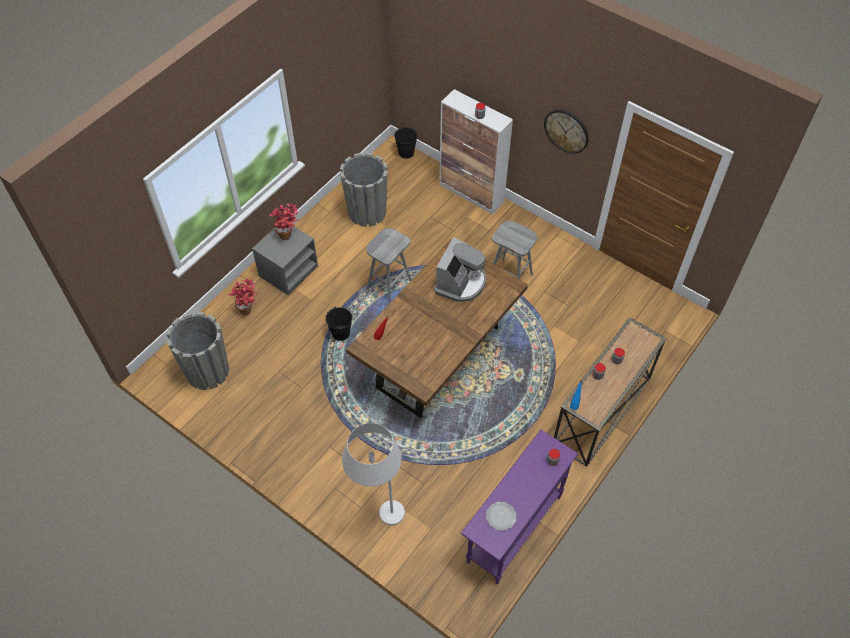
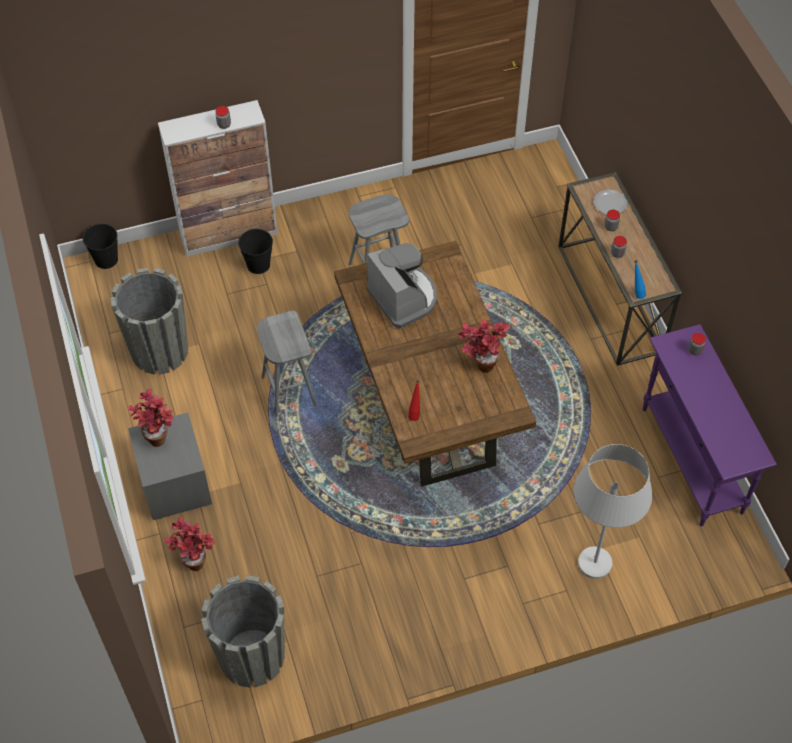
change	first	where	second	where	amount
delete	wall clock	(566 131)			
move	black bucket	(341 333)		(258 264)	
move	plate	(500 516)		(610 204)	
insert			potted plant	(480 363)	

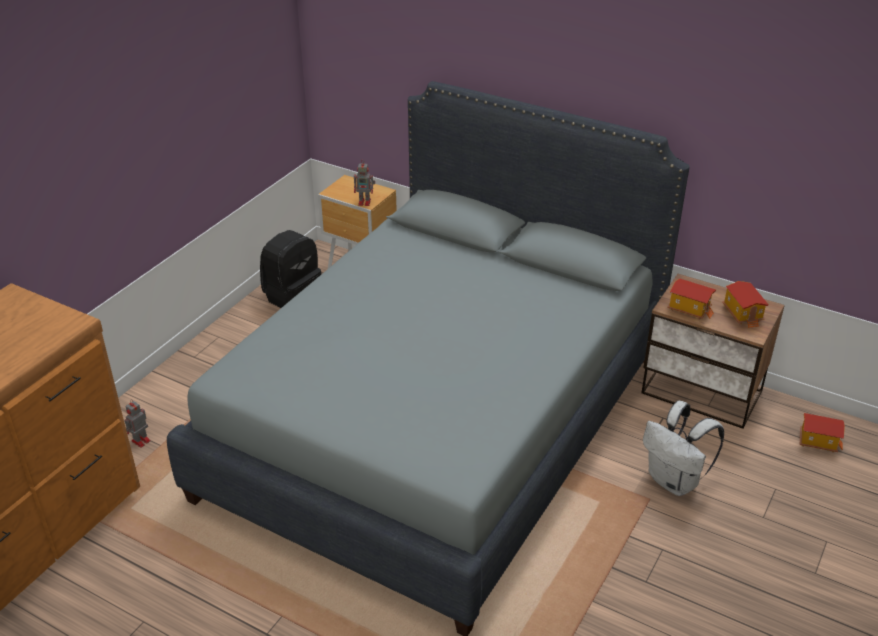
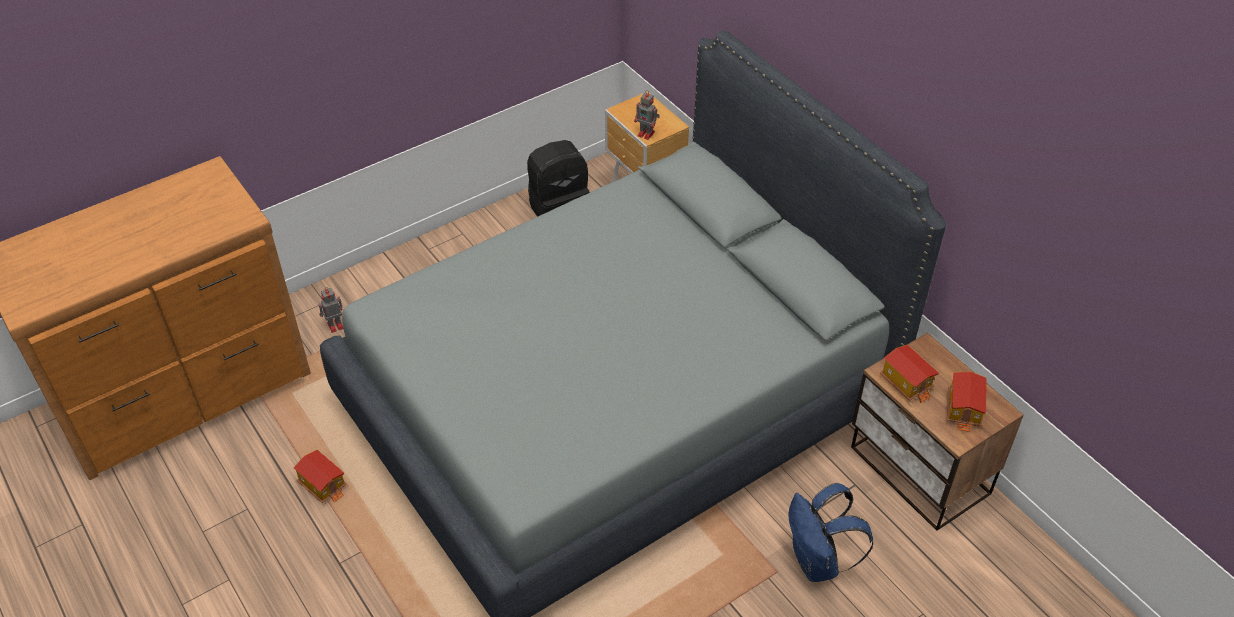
change	first	where	second	where	amount
recolor	white backpack	(675 481)	blue backpack	(818 562)	
move	toy house	(818 442)		(323 485)	

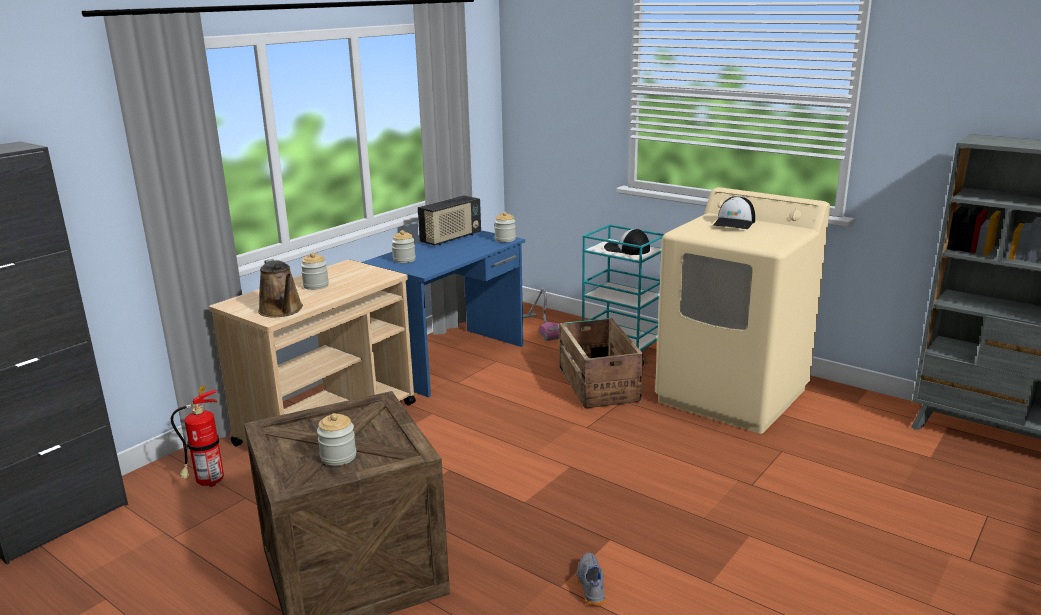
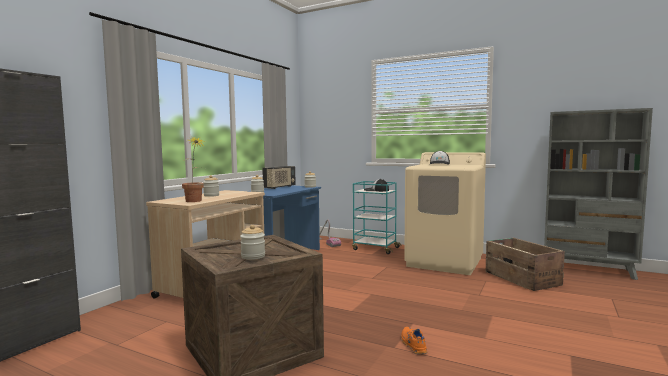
change	first	where	second	where	amount
replace	brown watering can	(282 311)	potted plant	(195 201)	
move	crate	(598 384)		(521 278)	
delete	fire extinguisher	(207 483)			
recolor	grey shoe	(590 585)	orange shoe	(412 345)	

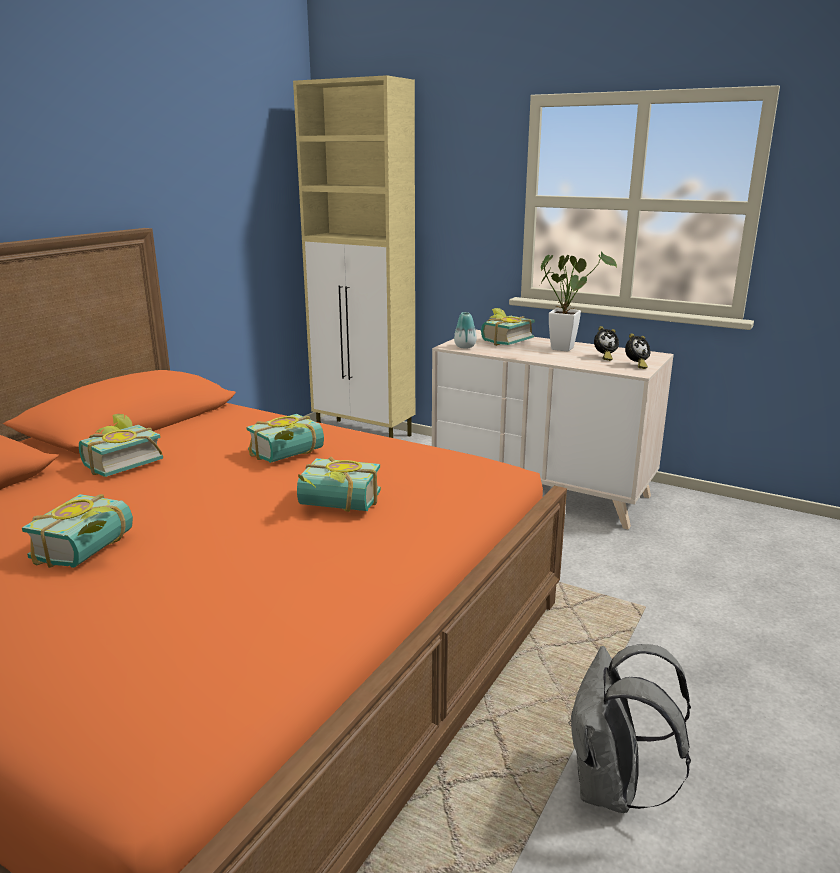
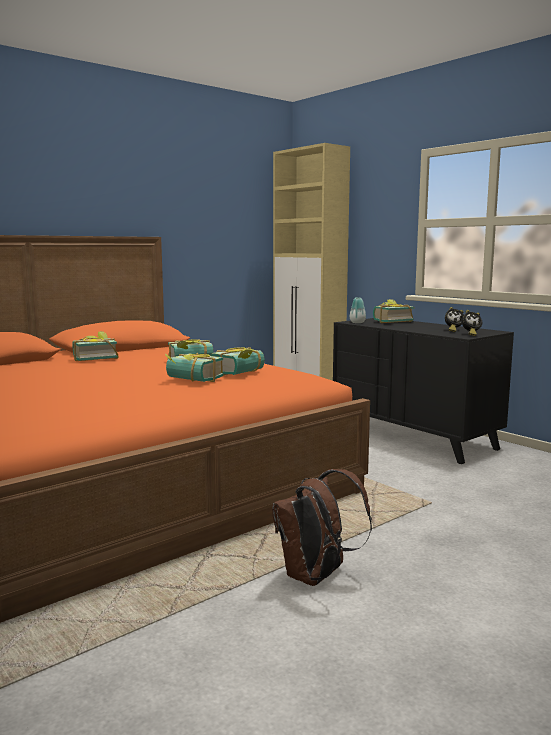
change	first	where	second	where	amount
delete	potted plant	(564 347)			
recolor	beige dresser	(543 490)	black dresser	(414 437)	
move	book	(91 550)		(242 373)	
recolor	grey backpack	(612 789)	brown backpack	(316 577)	

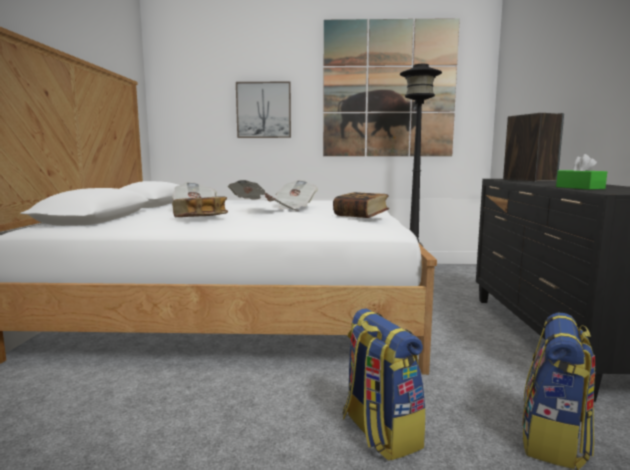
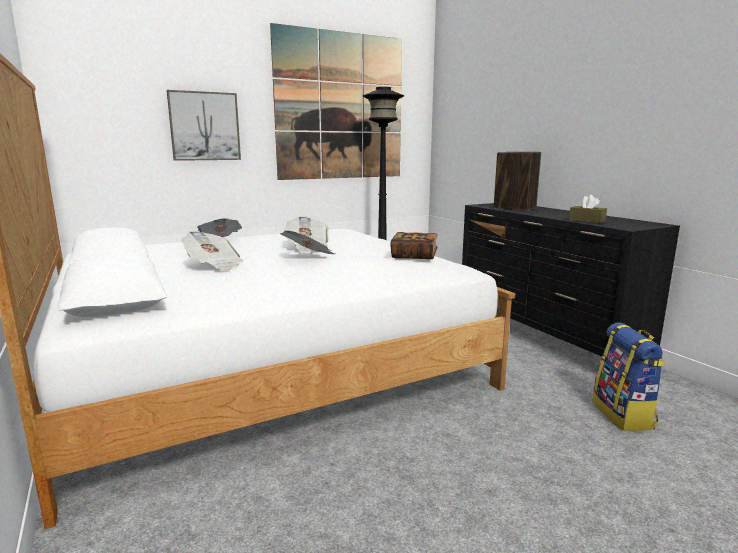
change	first	where	second	where	amount
recolor	green tissue box	(579 188)	brown tissue box	(587 221)	
delete	book	(200 218)			
delete	backpack	(379 432)			

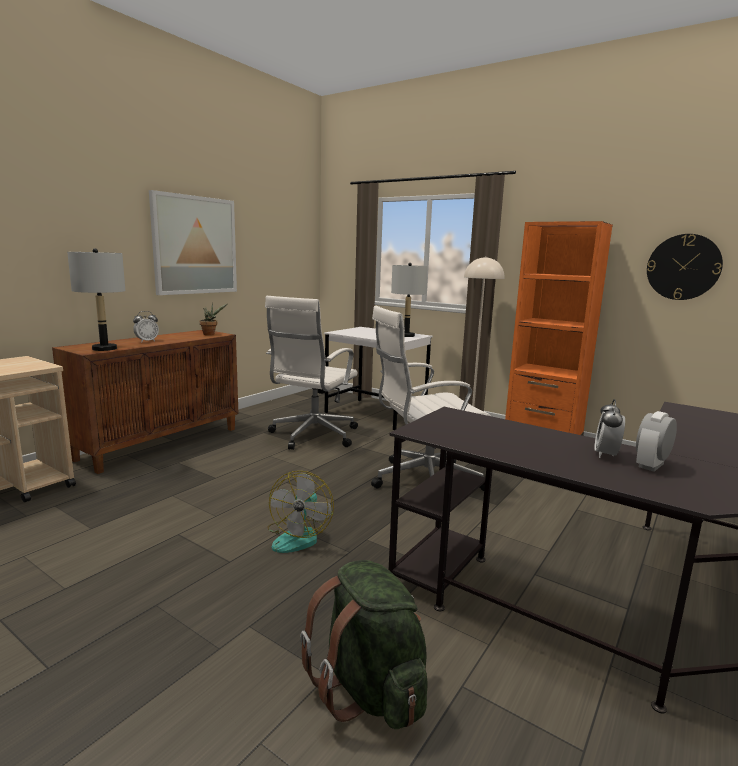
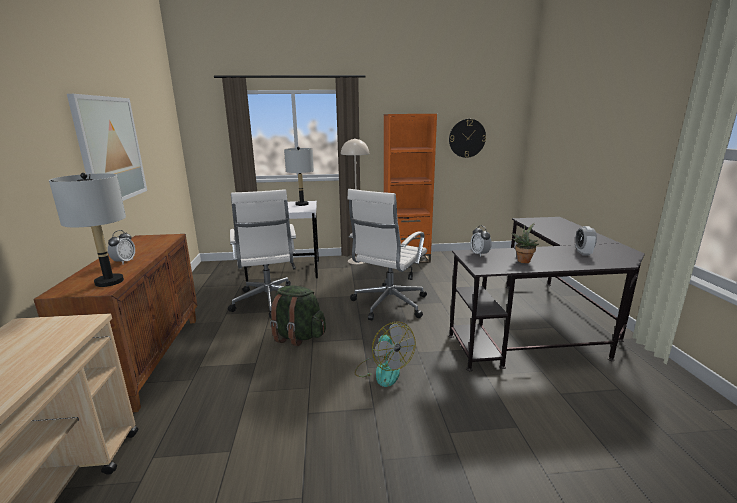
change	first	where	second	where	amount
move	potted plant	(210 334)		(523 260)	
move	alarm clock	(606 455)		(479 254)	
move	green backpack	(369 688)		(297 336)	

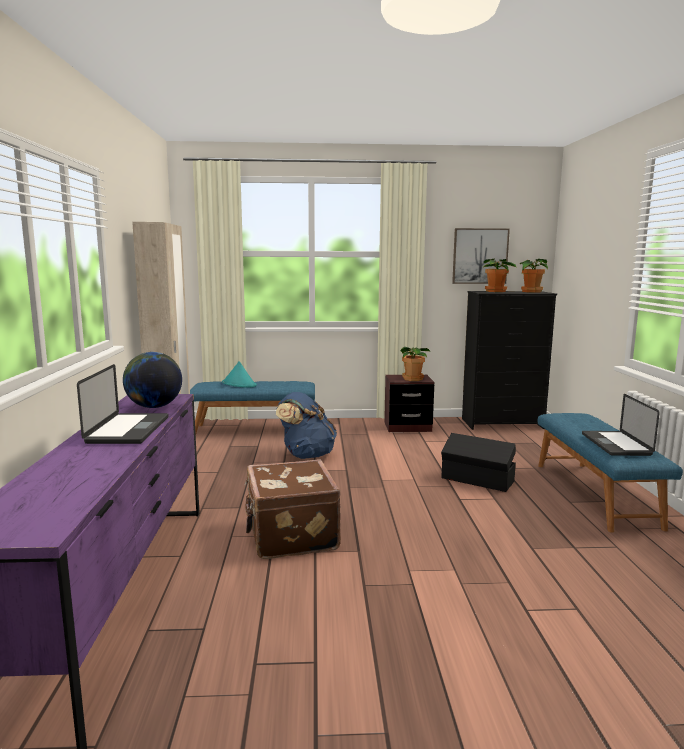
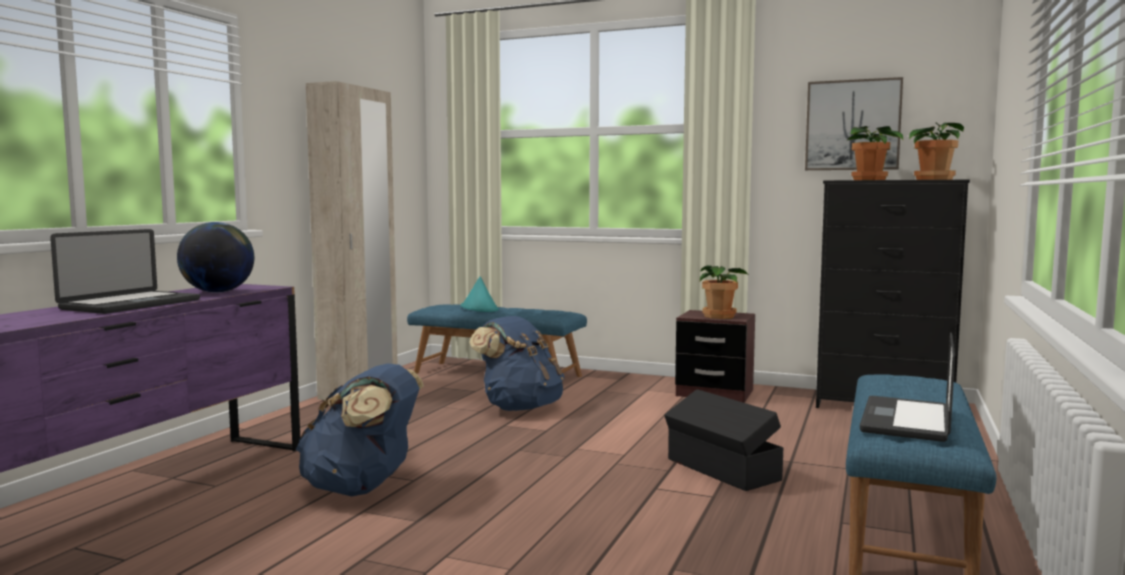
change	first	where	second	where	amount
replace	brown suitcase	(290 535)	blue backpack	(362 488)	

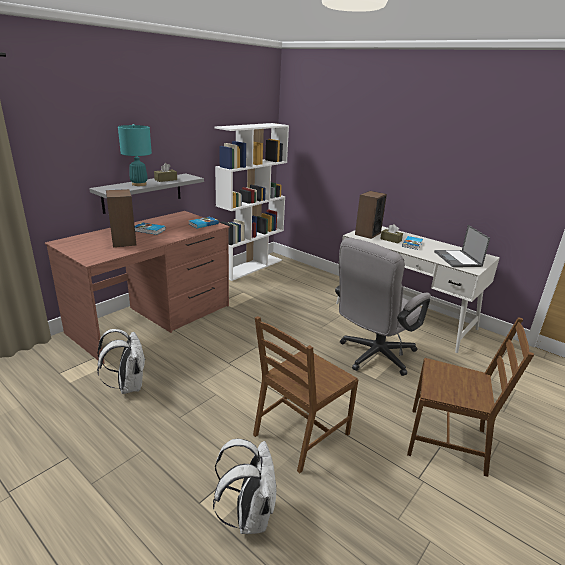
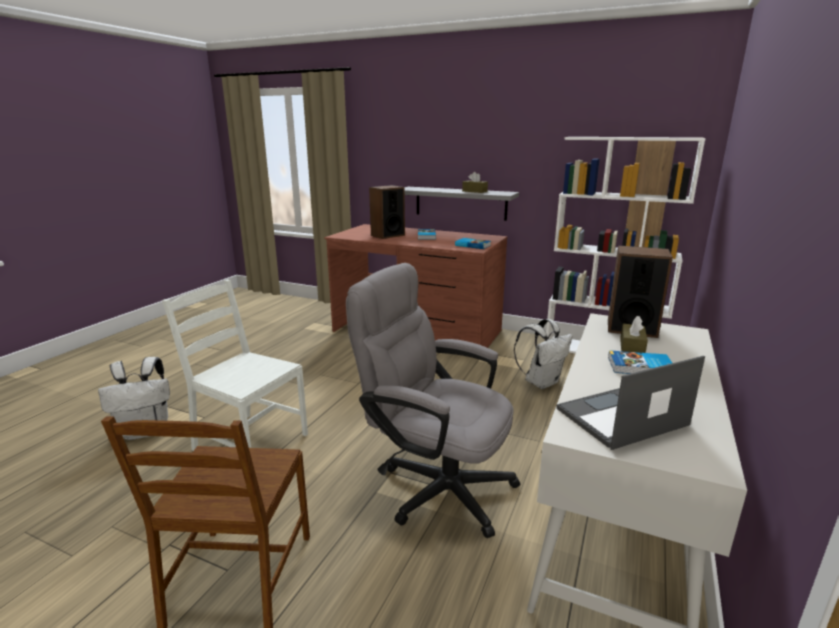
change	first	where	second	where	amount
delete	turquoise table lamp	(139 184)			
recolor	brown chair	(300 434)	white chair	(249 442)	
move	white backpack	(128 385)		(541 382)	

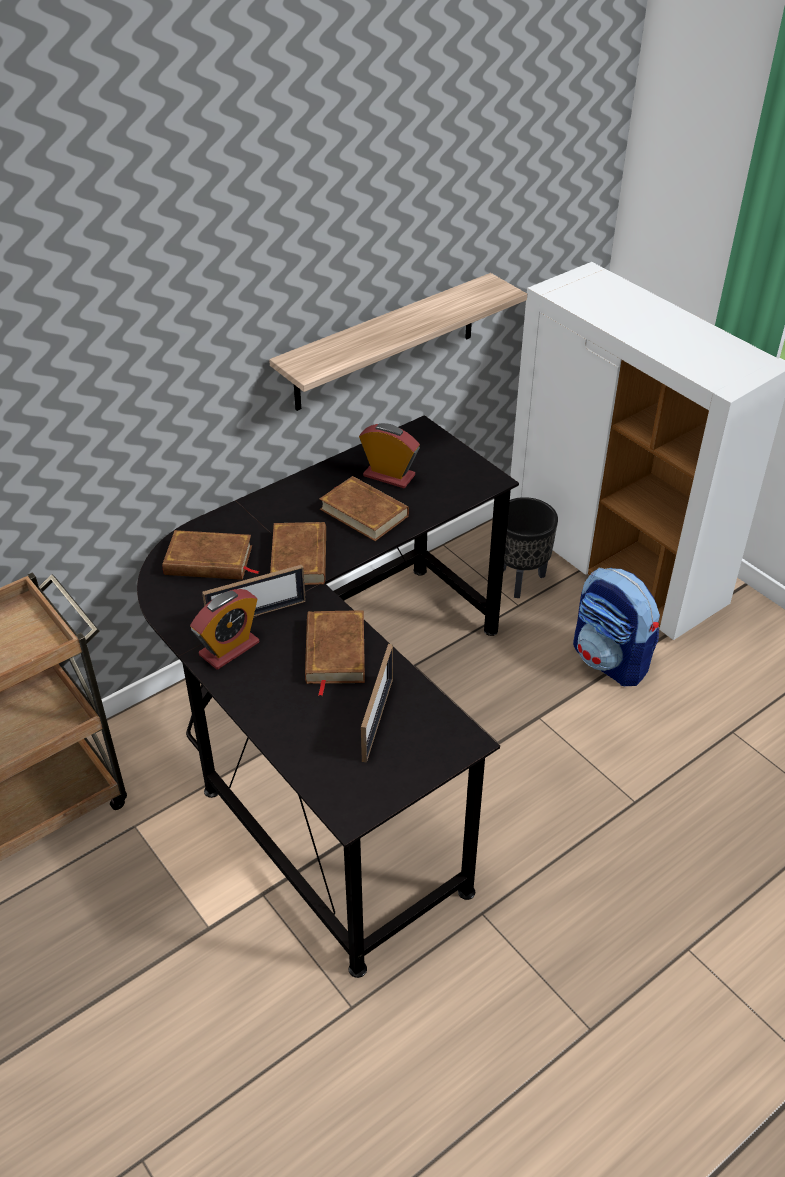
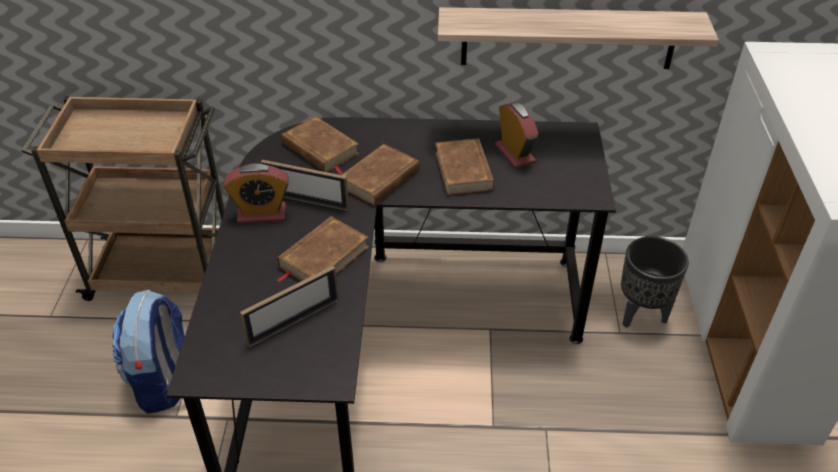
change	first	where	second	where	amount
move	backpack	(610 661)		(164 382)	

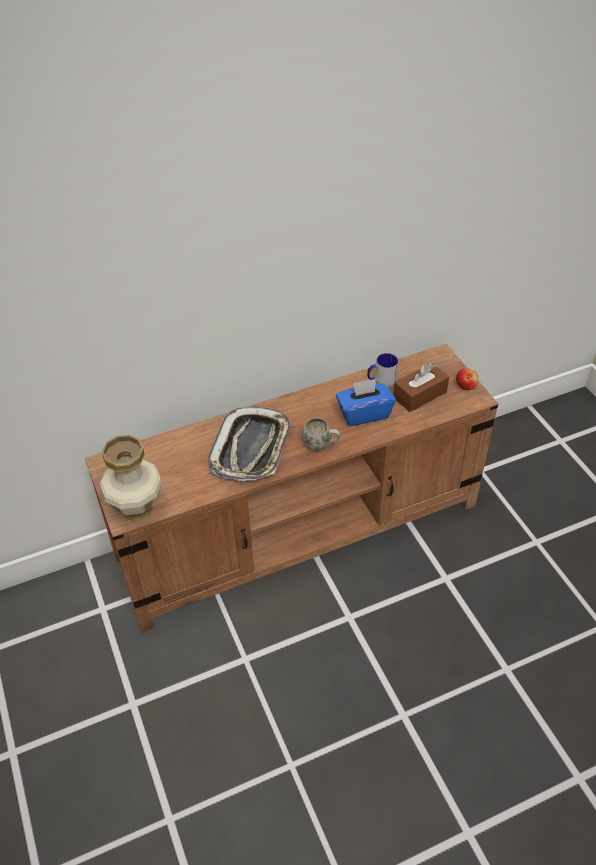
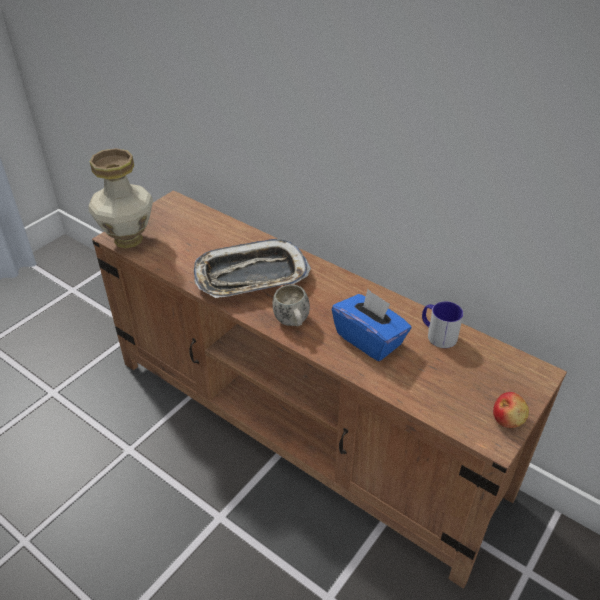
change	first	where	second	where	amount
delete	brown tissue box	(419 395)			

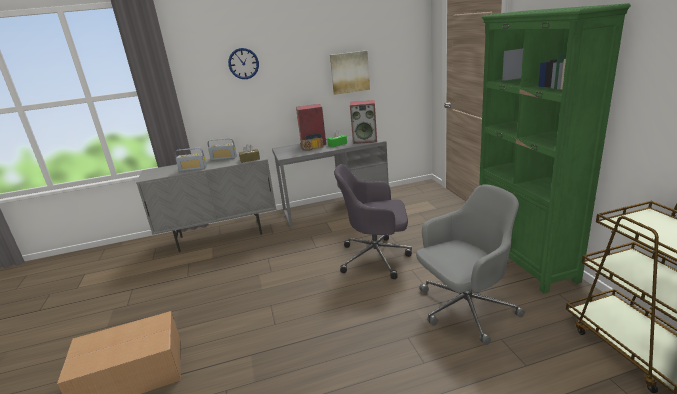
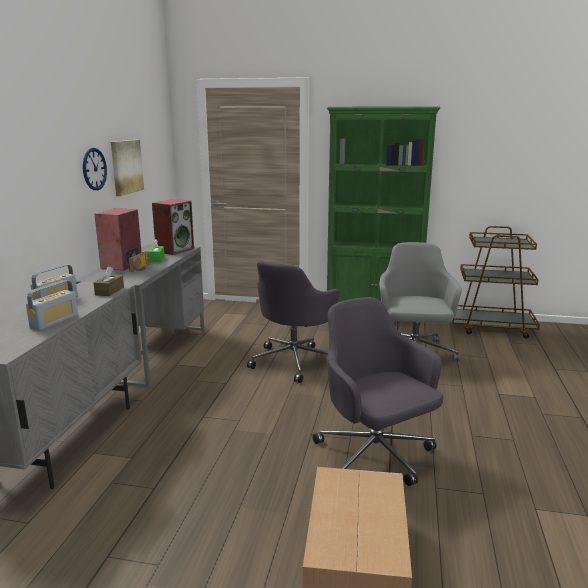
change	first	where	second	where	amount
move	wall clock	(243 63)		(94 169)	
insert			grey office chair	(375 457)	

